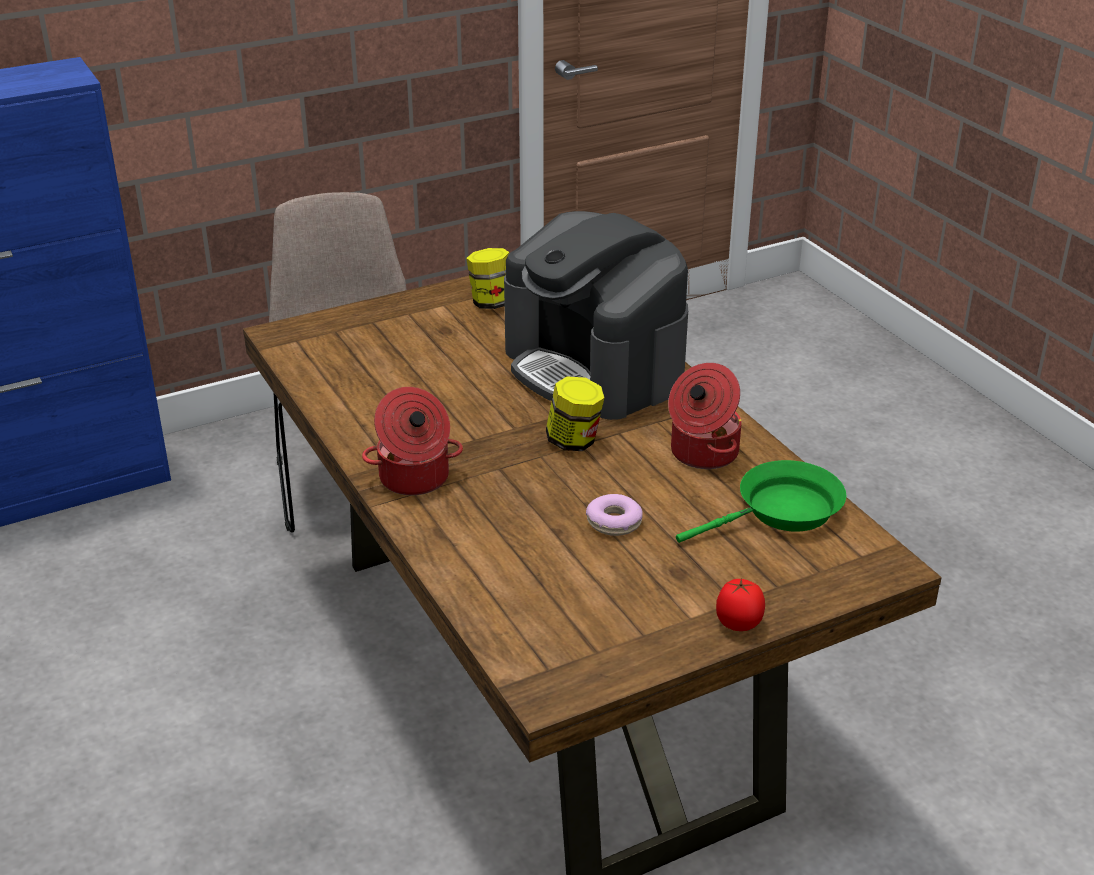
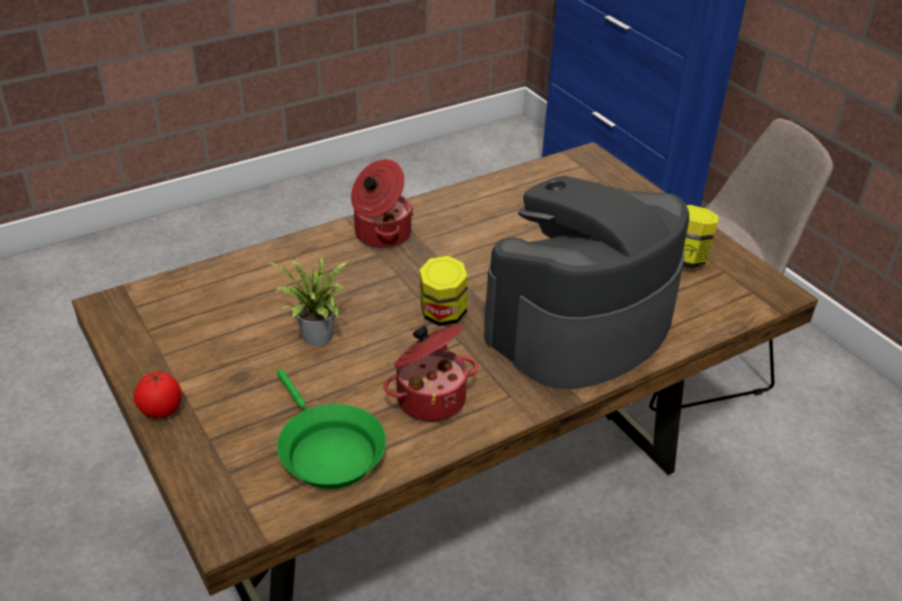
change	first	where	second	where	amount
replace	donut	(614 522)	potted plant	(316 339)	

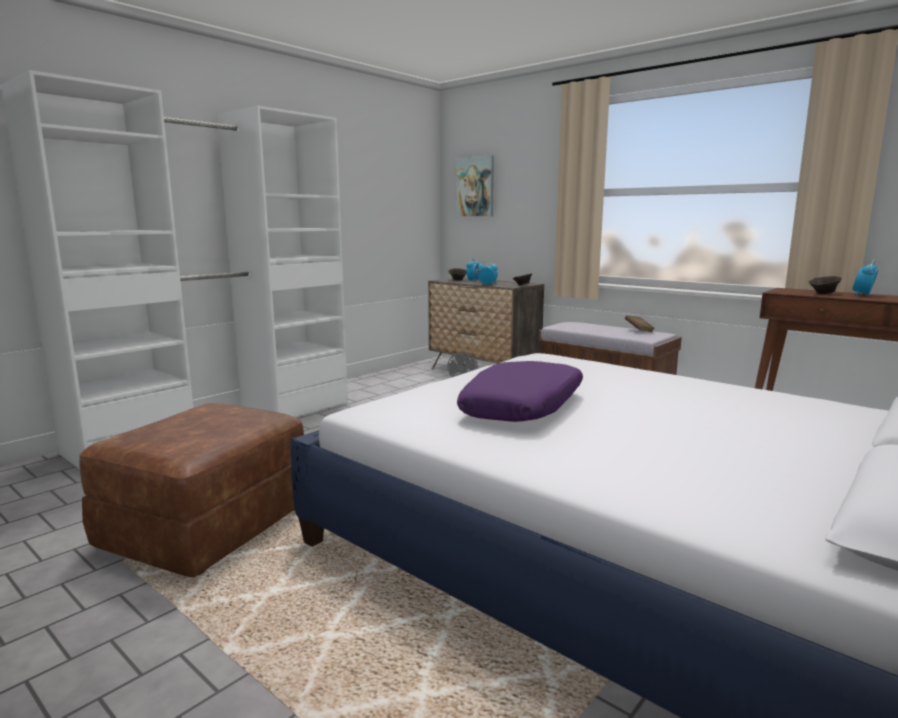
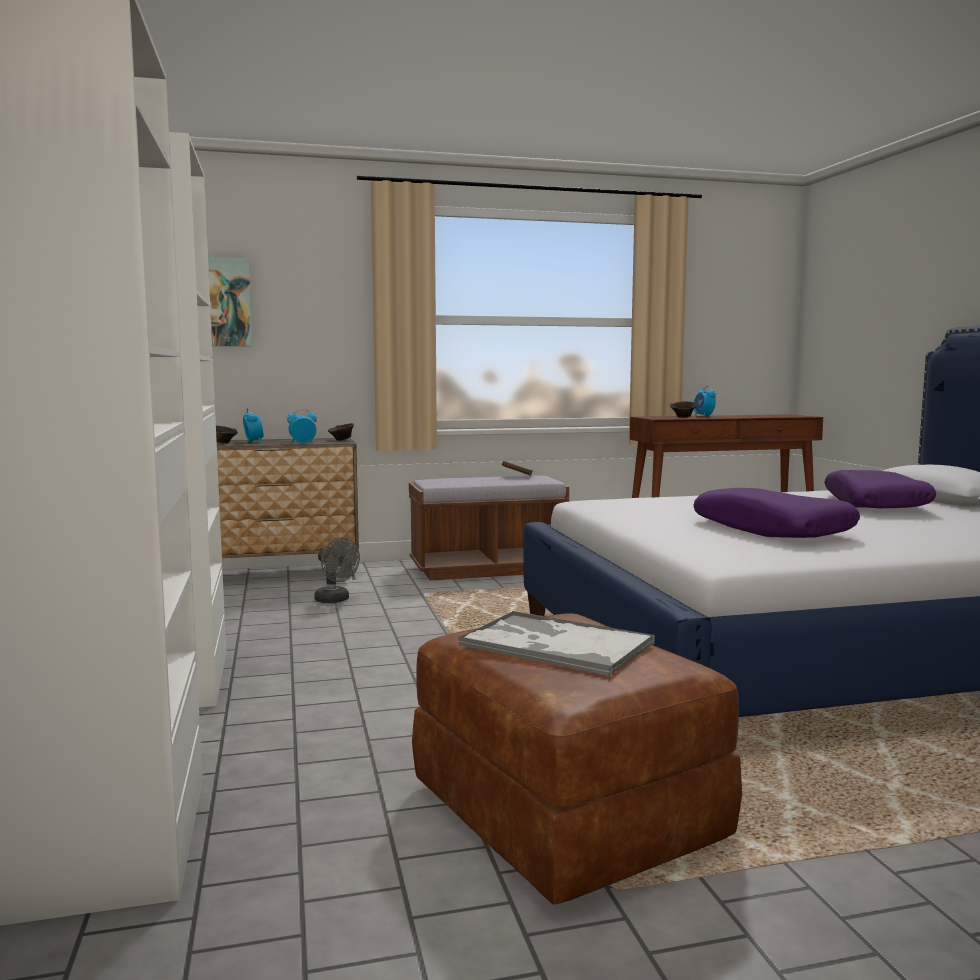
change	first	where	second	where	amount
insert			purple pillow	(876 504)	
insert			tray	(555 644)	

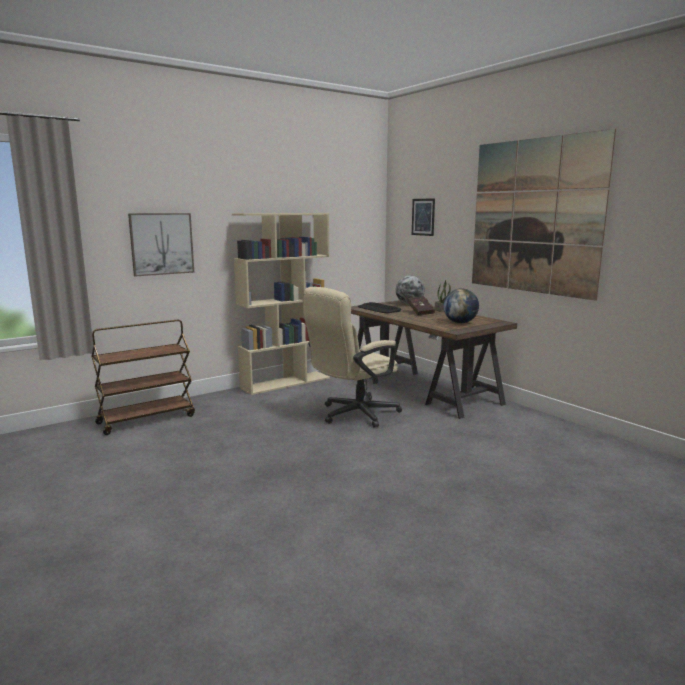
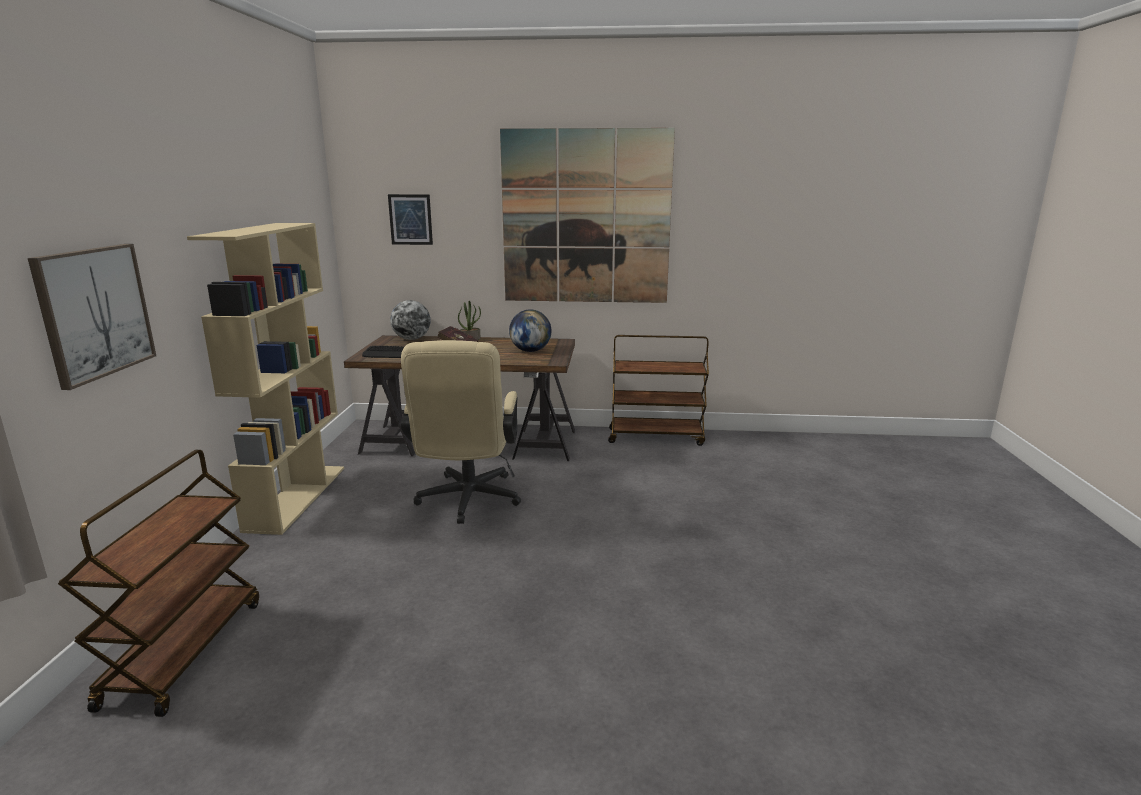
change	first	where	second	where	amount
insert			brown cart	(656 437)	

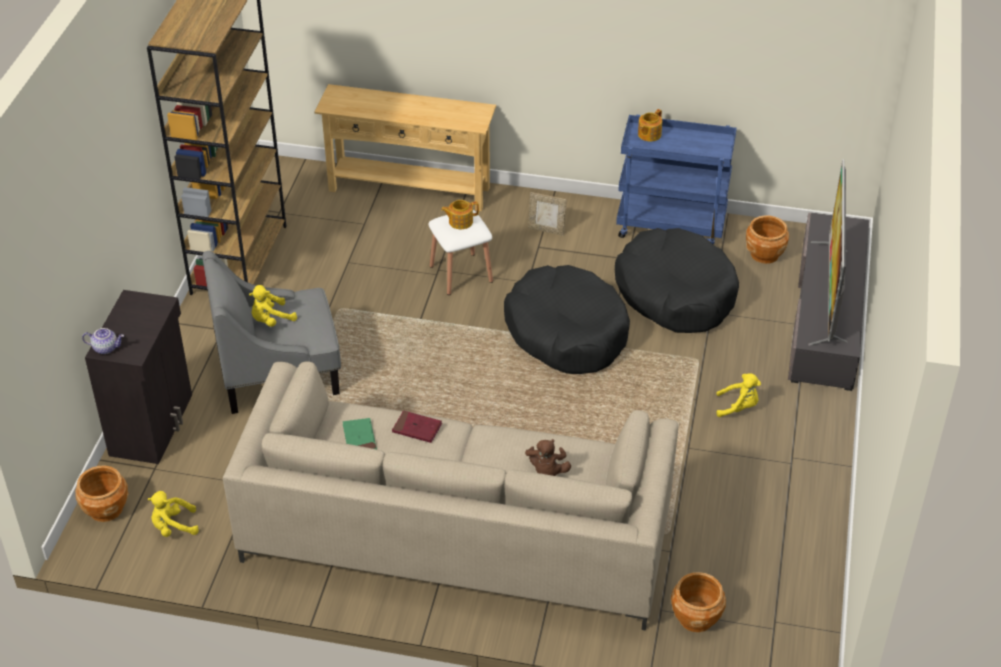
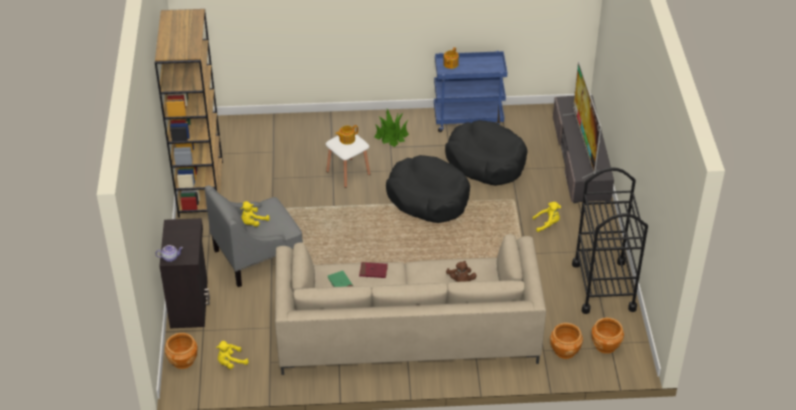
change	first	where	second	where	amount
delete	beige console table	(409 189)			
replace	picture frame	(546 230)	potted plant	(391 135)	
move	brown planter	(764 254)		(605 345)	
insert			black cart	(603 286)	

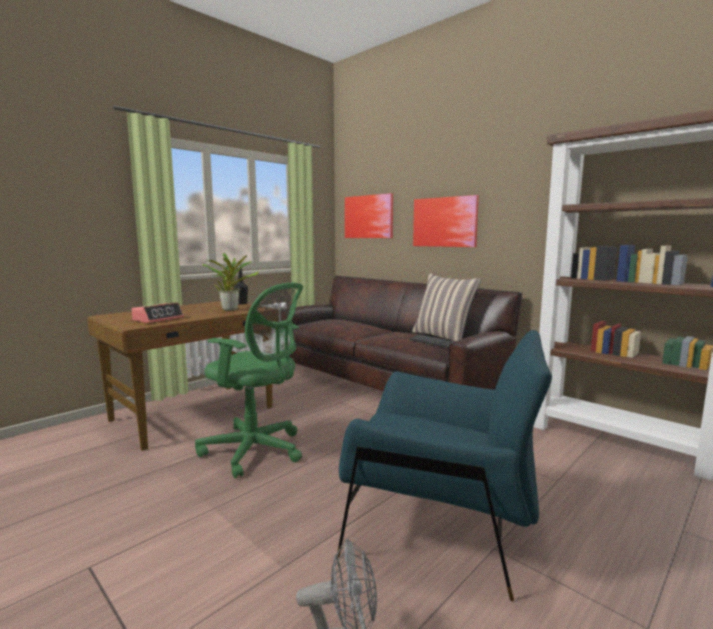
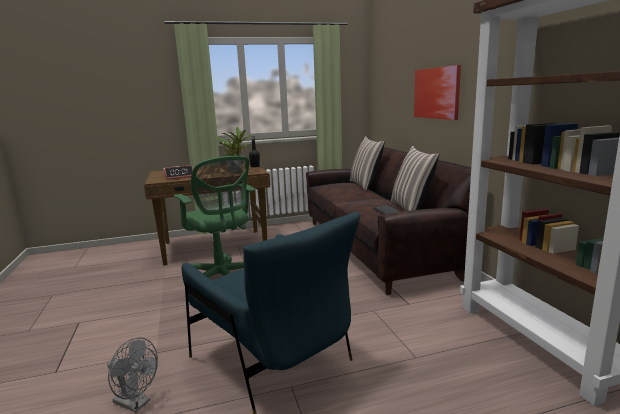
change	first	where	second	where	amount
delete	picture	(368 216)			
insert			pillow	(366 185)	

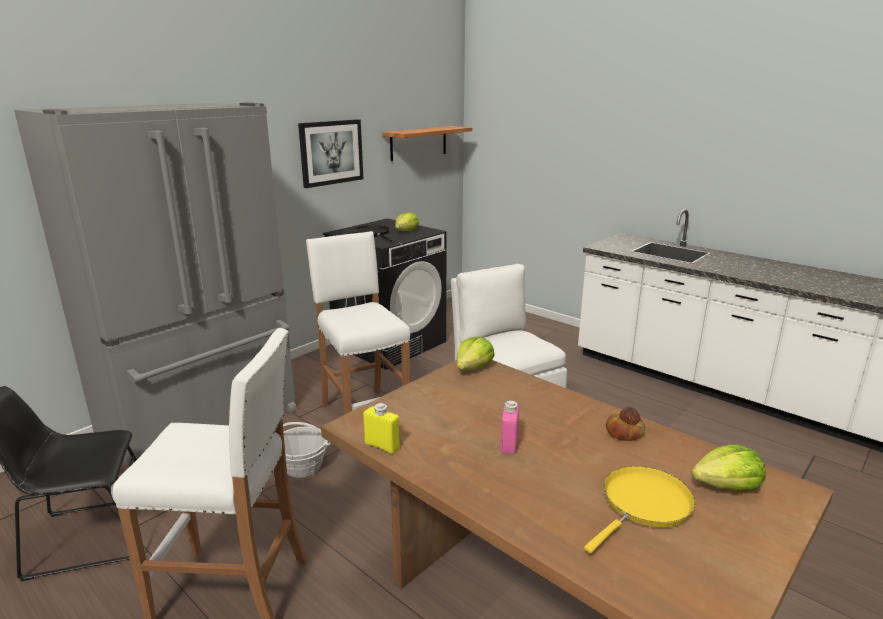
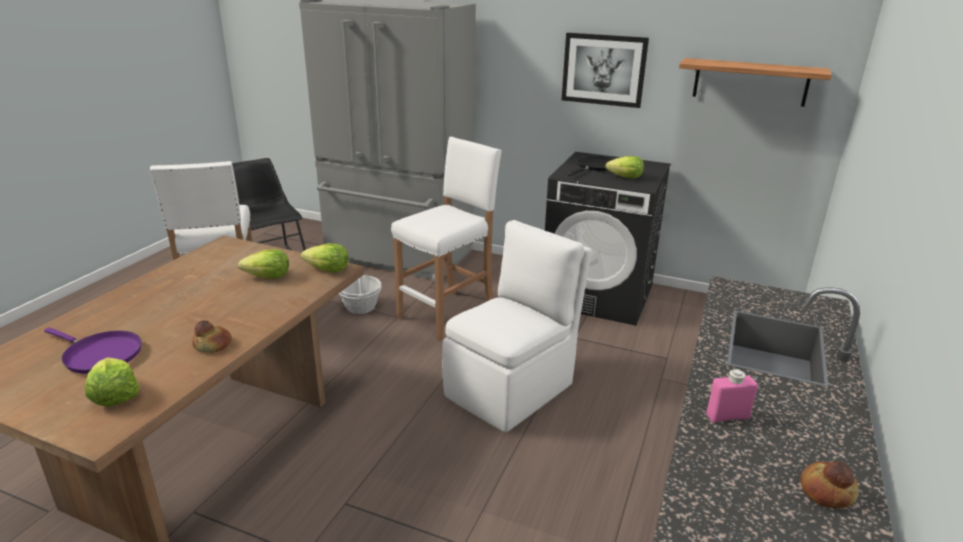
change	first	where	second	where	amount
move	pink bottle	(509 443)		(727 416)	
delete	yellow bottle	(382 446)			
recolor	yellow frying pan	(643 505)	purple frying pan	(99 355)	
insert			lettuce	(268 277)	
insert			bread	(826 491)	

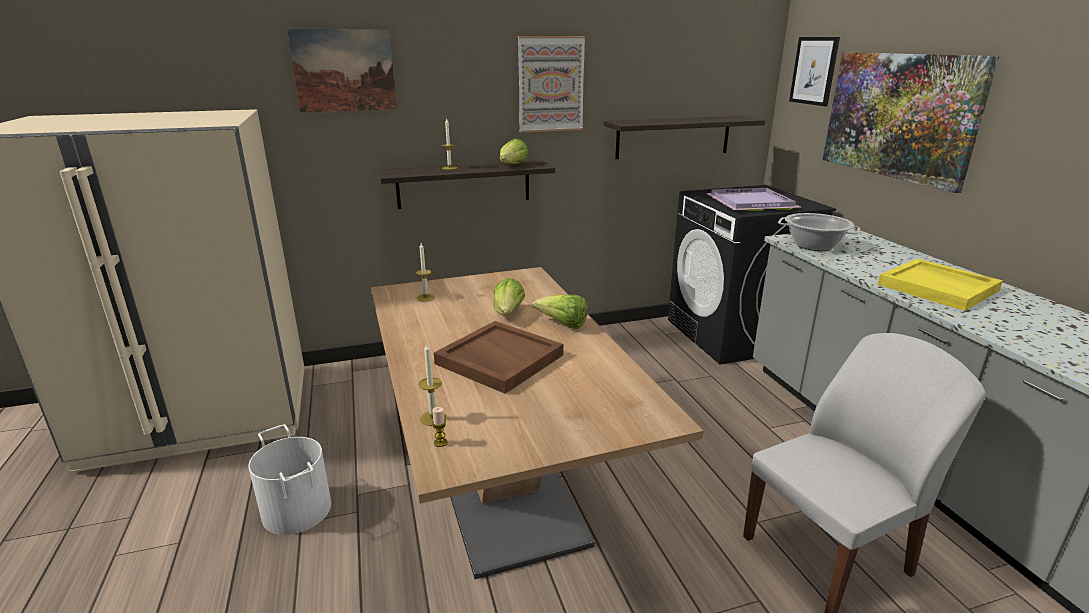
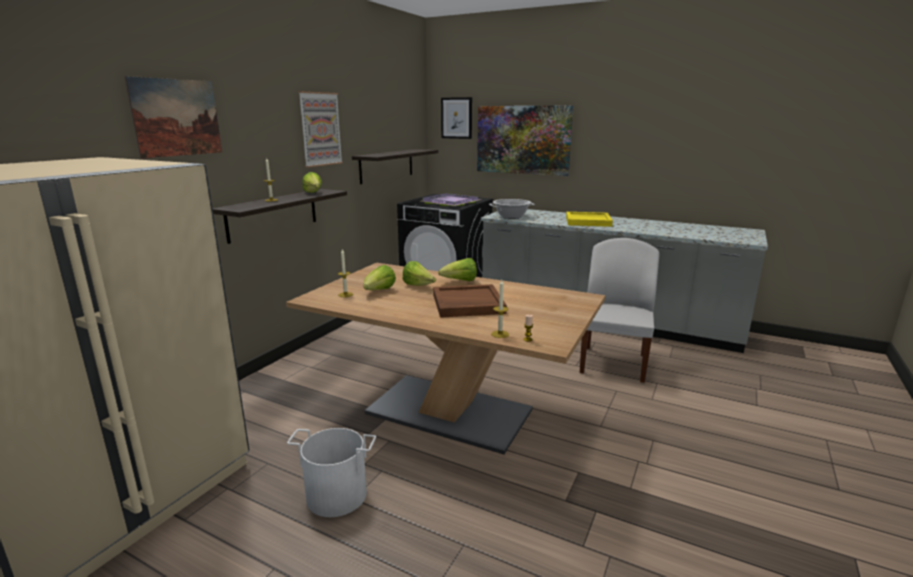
change	first	where	second	where	amount
insert			lettuce	(379 291)	

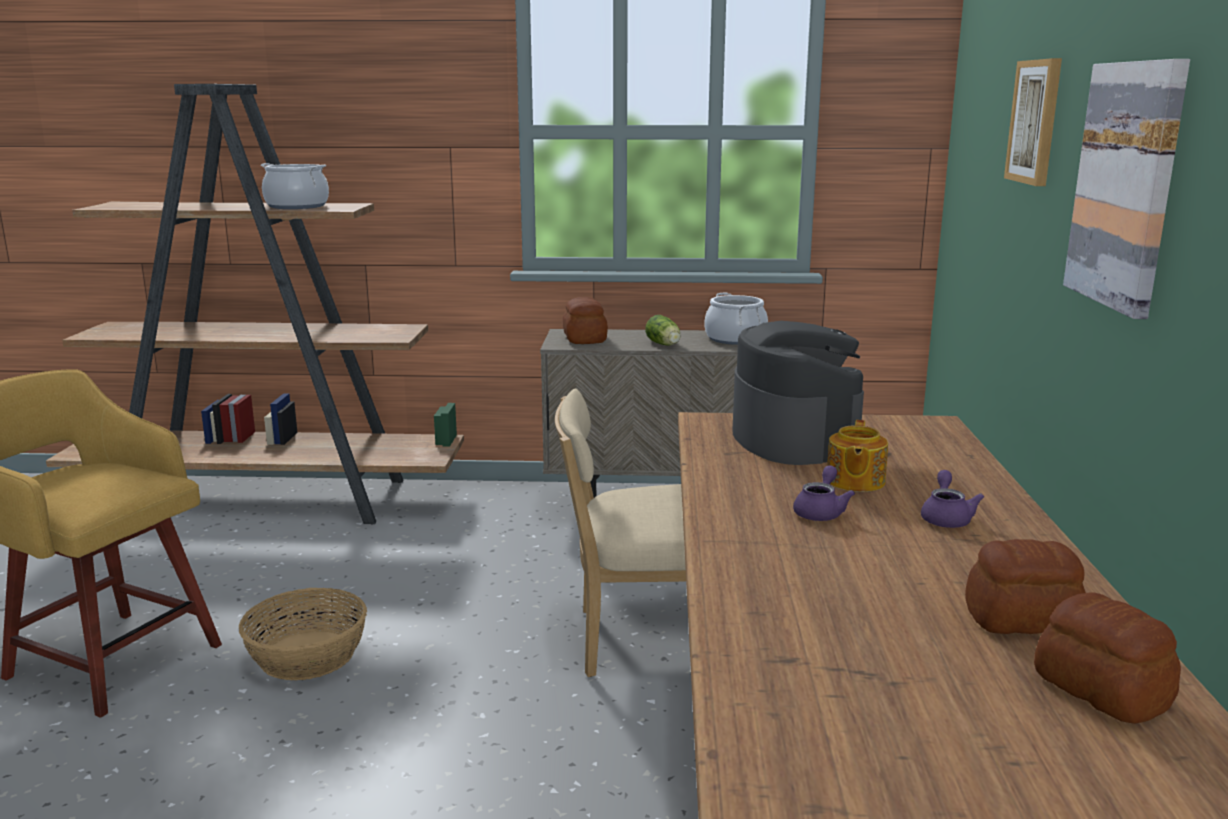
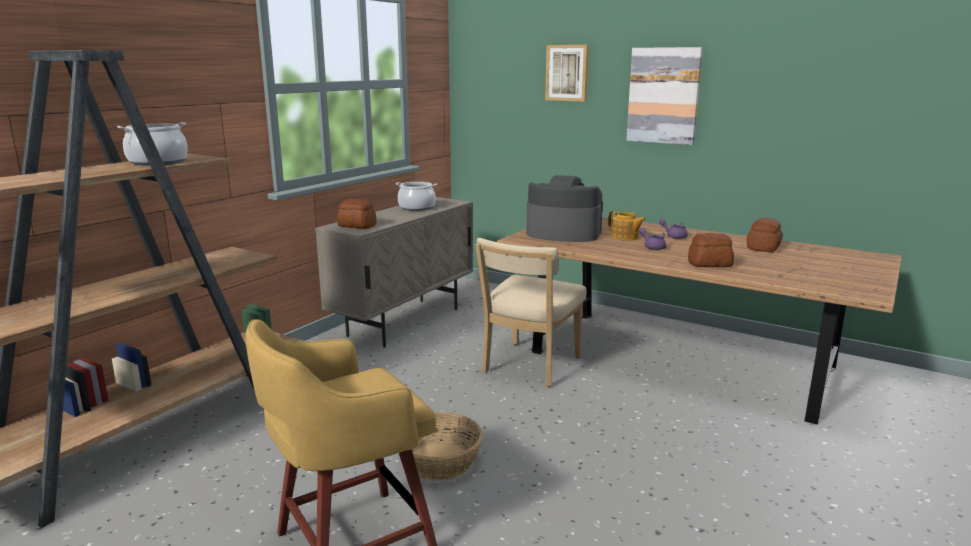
change	first	where	second	where	amount
delete	lettuce	(664 345)			
move	bread	(1101 689)		(709 264)	

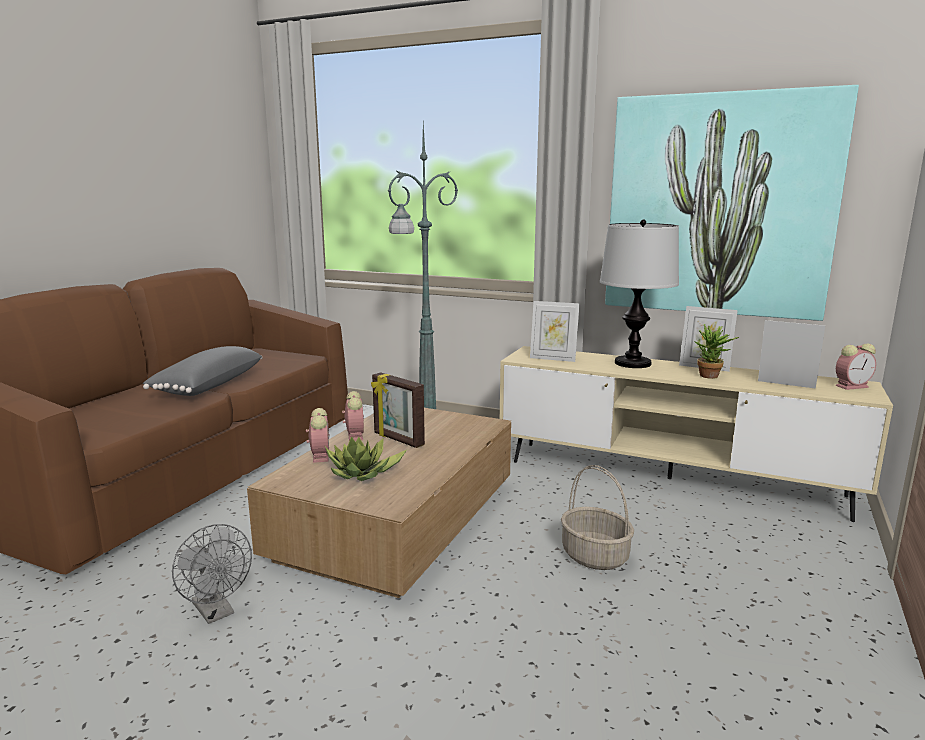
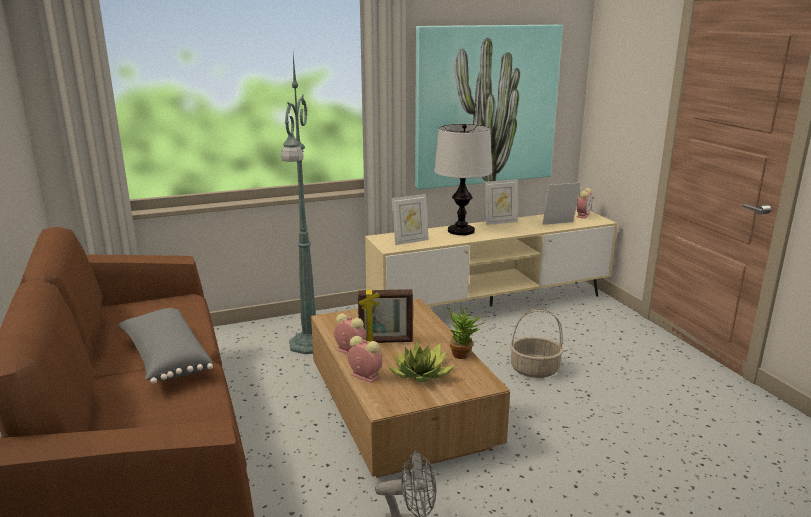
change	first	where	second	where	amount
move	potted plant	(711 377)		(464 355)	

